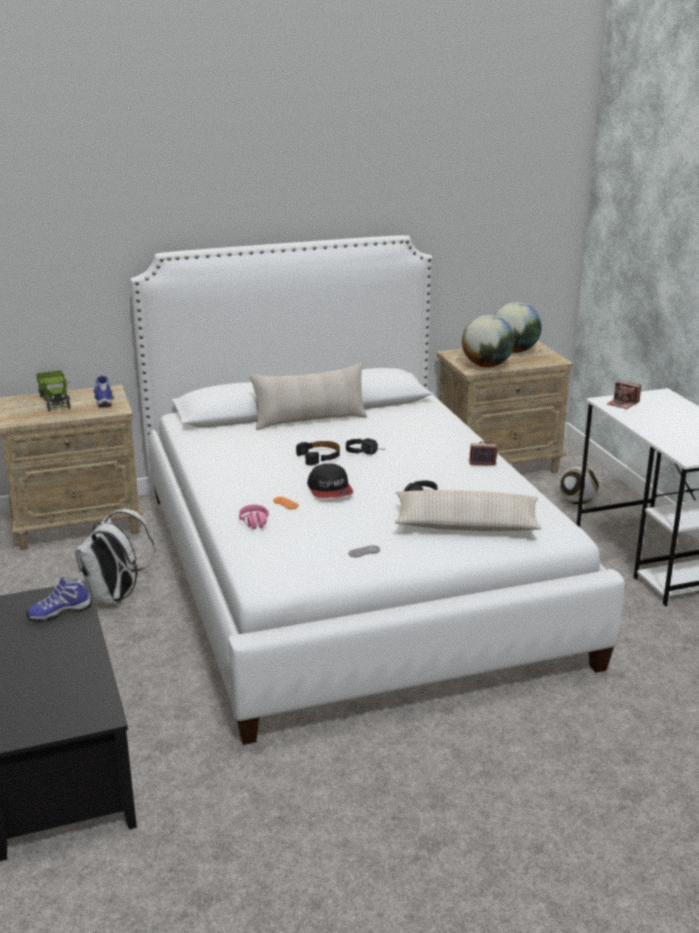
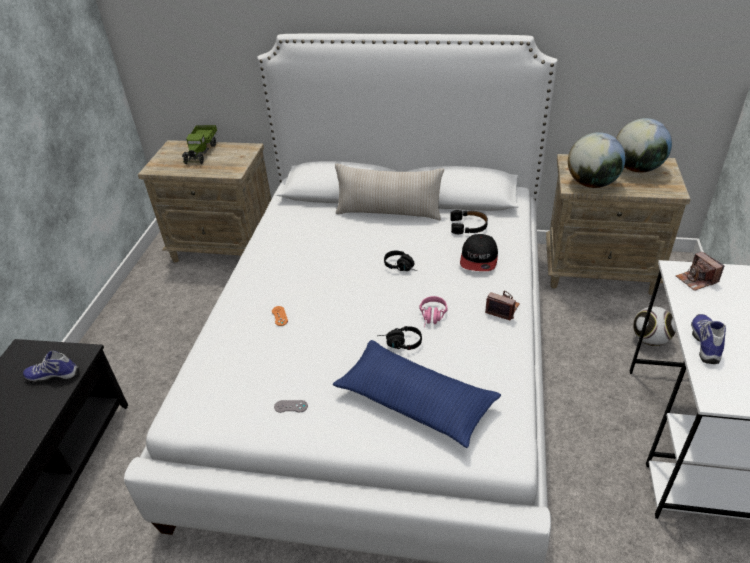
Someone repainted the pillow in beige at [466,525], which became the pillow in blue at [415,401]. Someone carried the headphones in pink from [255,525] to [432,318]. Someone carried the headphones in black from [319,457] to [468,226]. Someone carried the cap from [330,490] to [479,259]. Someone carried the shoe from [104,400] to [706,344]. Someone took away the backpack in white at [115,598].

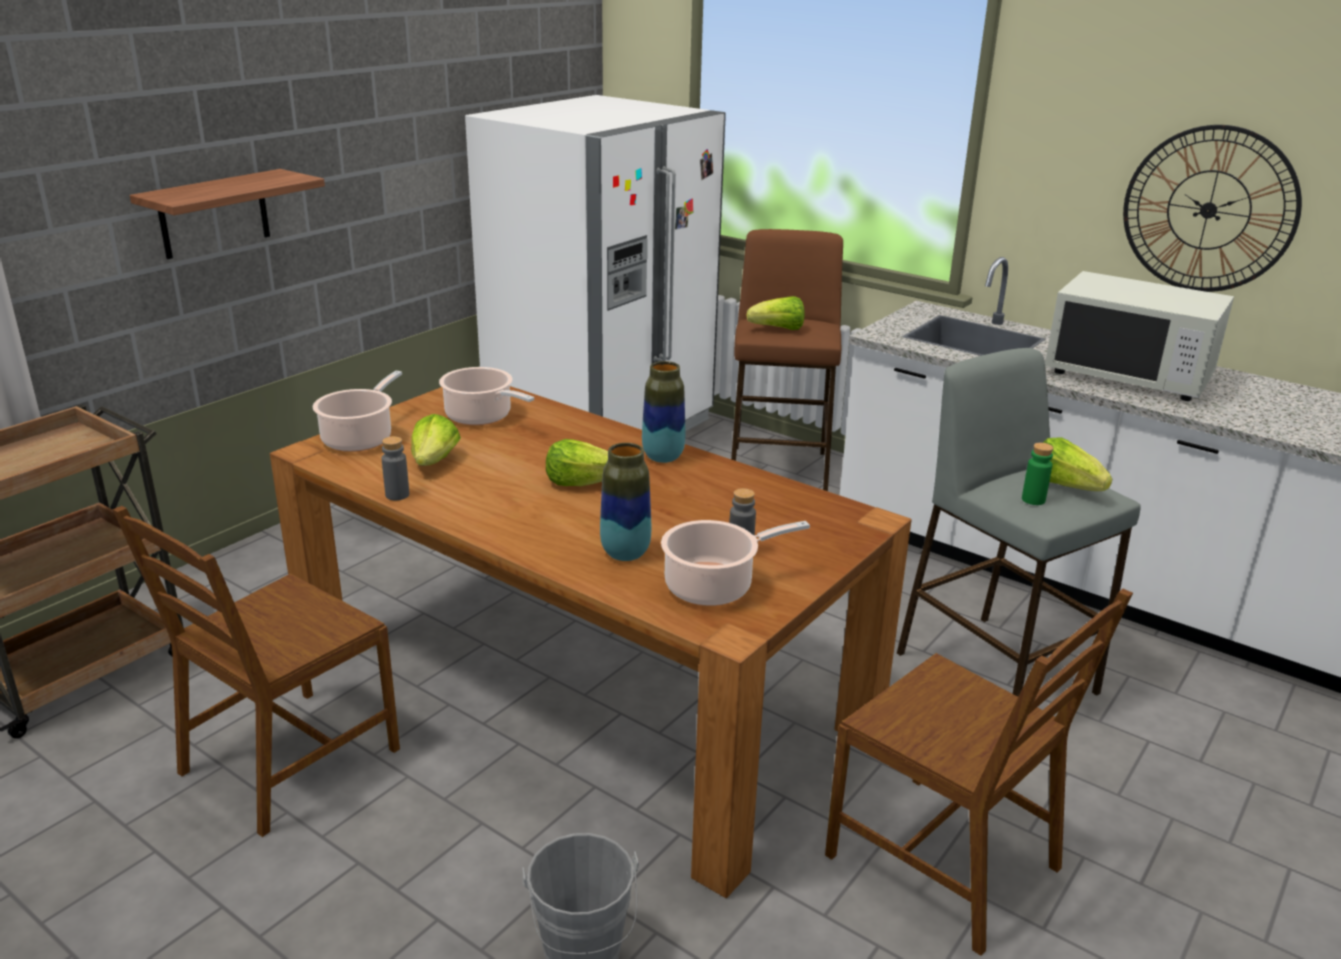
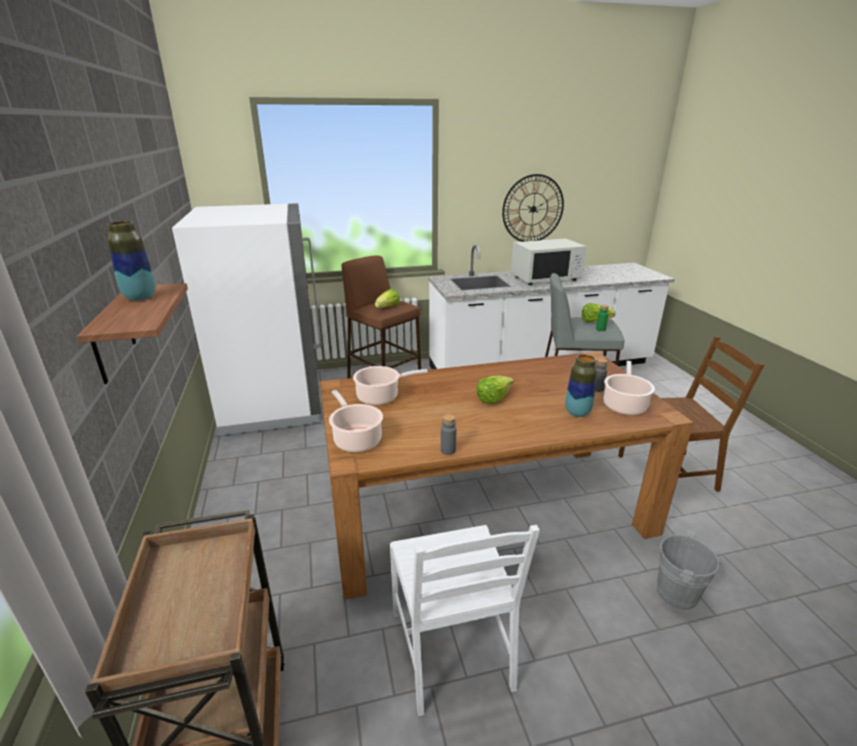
Someone carried the vase from [663,457] to [140,298]. Someone repainted the chair in brown at [288,761], which became the chair in white at [453,649]. Someone took away the lettuce at [434,461].

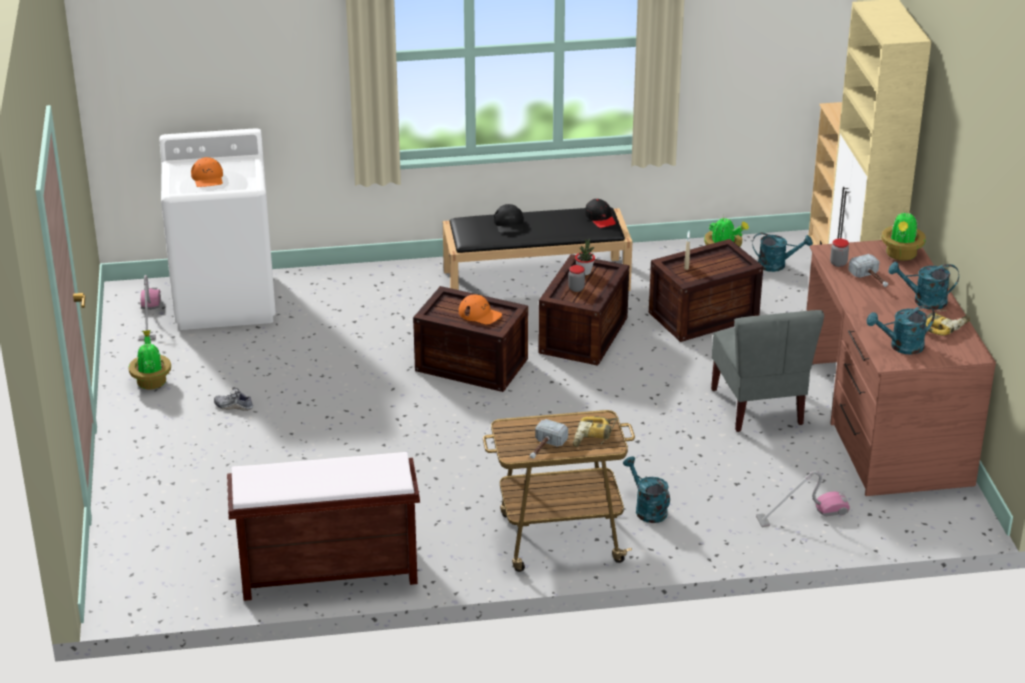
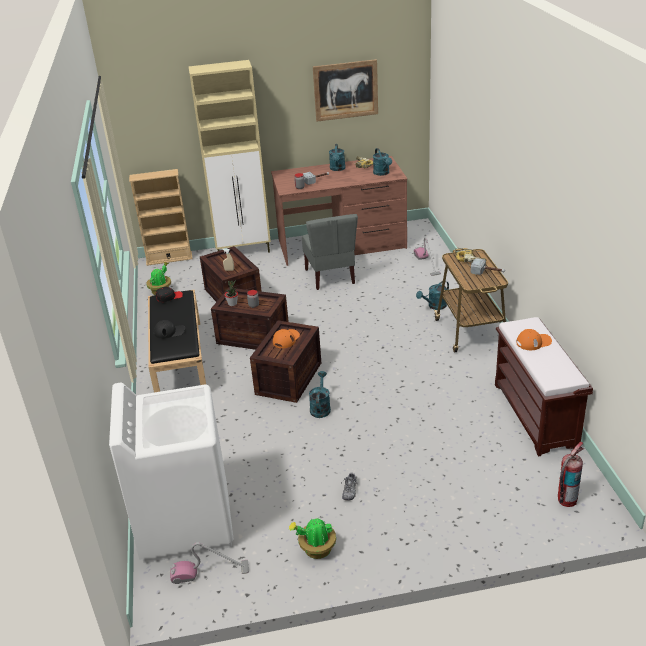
Someone rotated the chair in grey at [759,407] by 90 degrees clockwise. Someone carried the watering can in turquoise from [777,265] to [320,407]. Someone put up the picture at [345,90]. Someone carried the cap in orange from [208,178] to [533,342]. Someone put down the fire extinguisher at [566,500]. Someone took away the potted plant at [901,255].

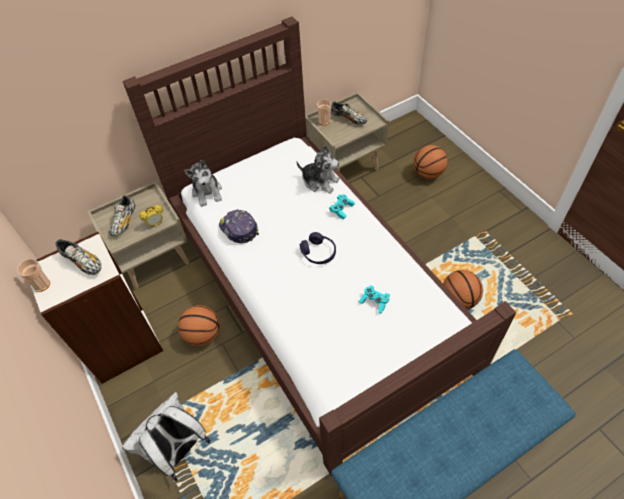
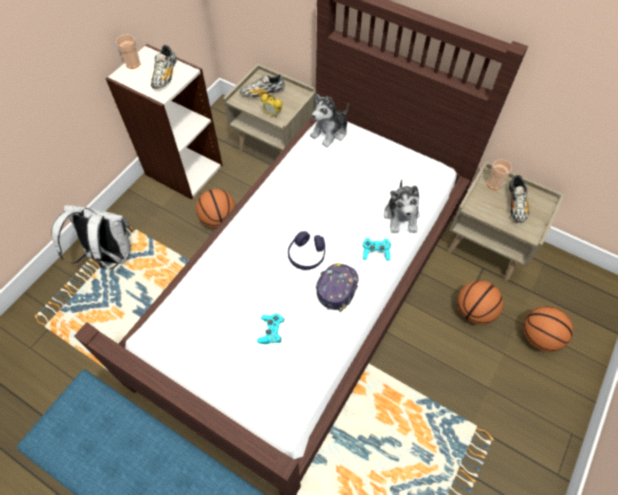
Someone carried the cap from [238,229] to [336,288]. Someone carried the basketball from [459,300] to [474,311].

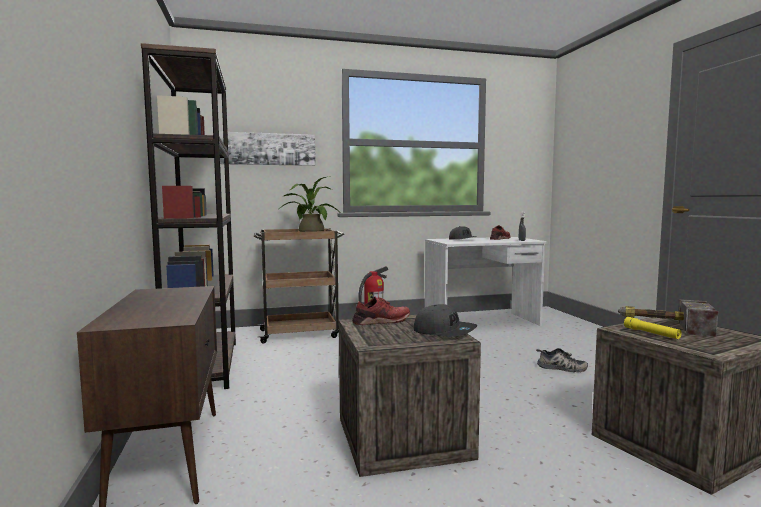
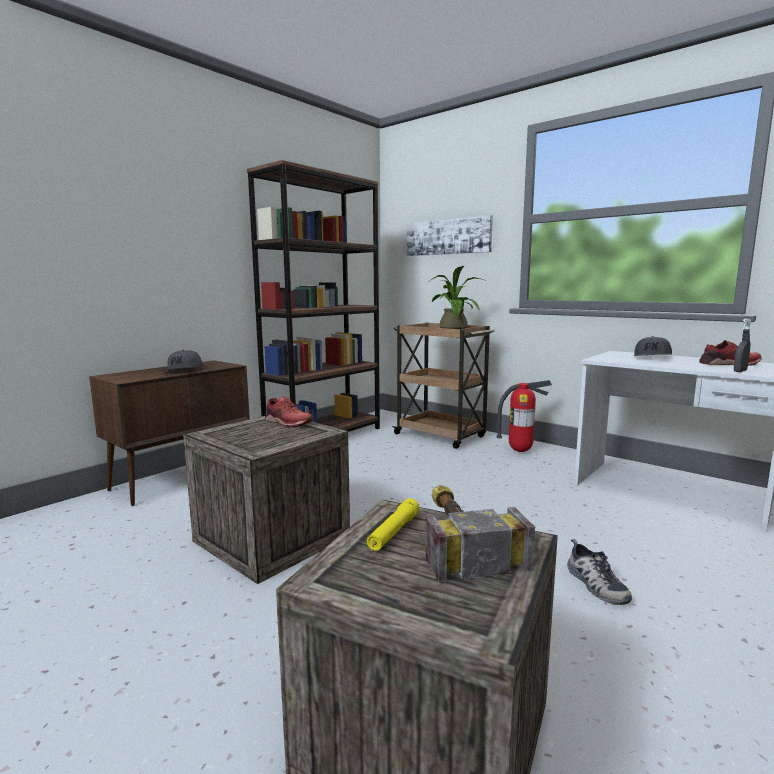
Someone carried the cap in grey from [444,331] to [183,370].

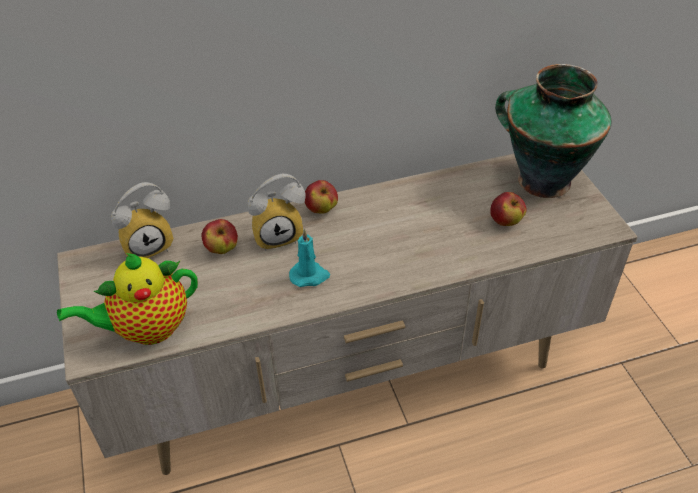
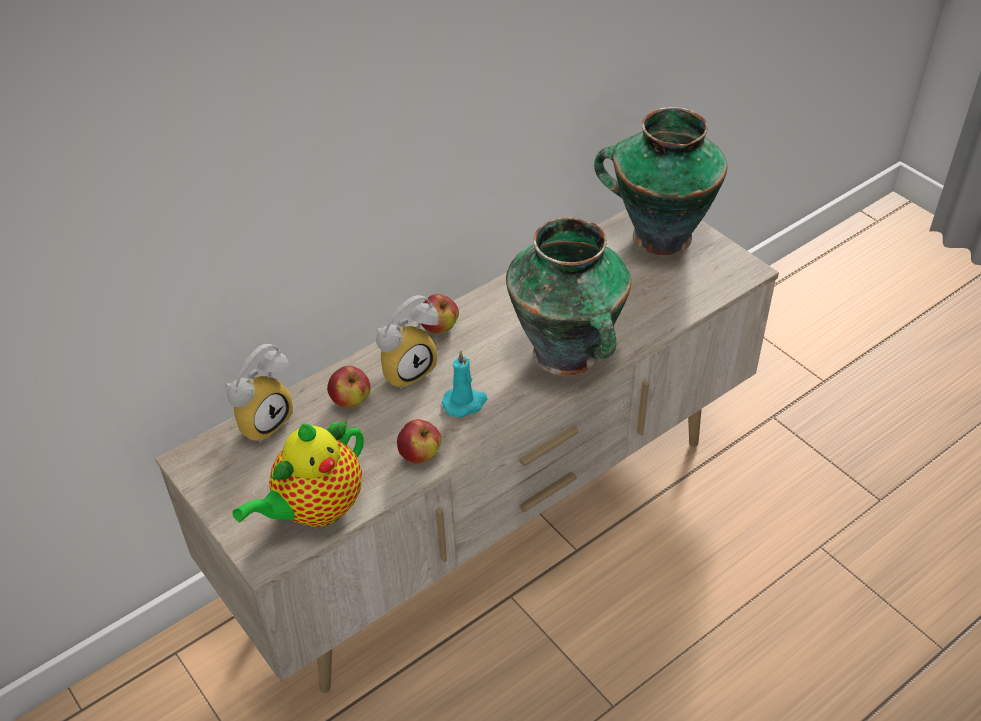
Someone carried the apple from [505,221] to [420,455]. Someone put down the vase at [567,356].

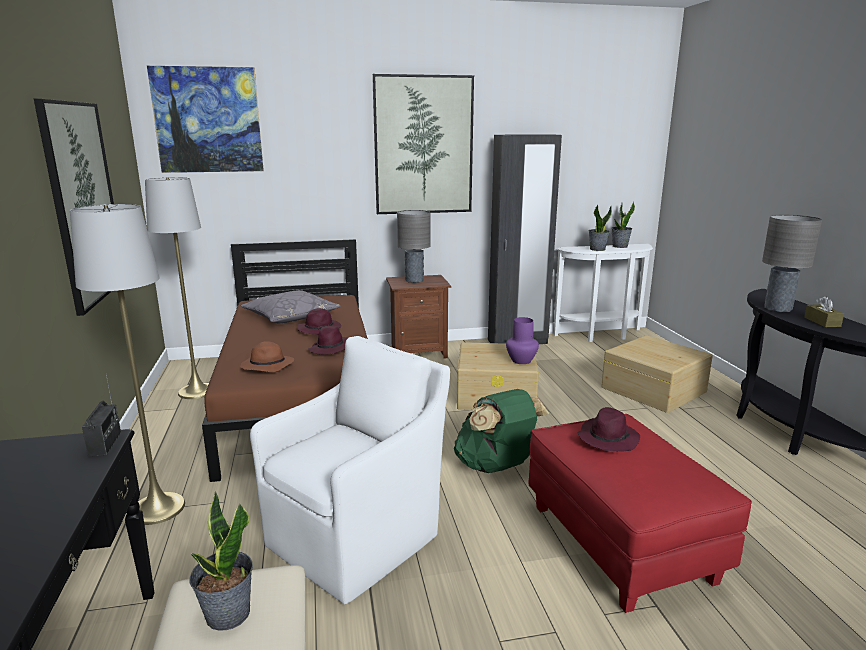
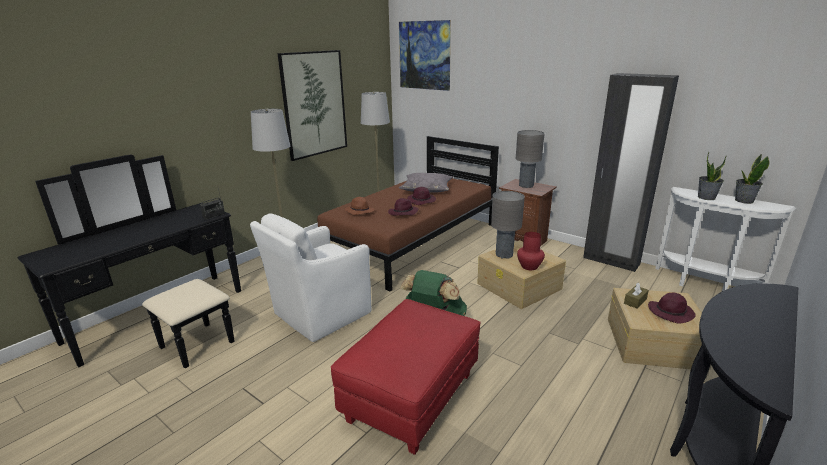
Someone rotated the armchair in white at [357,538] by 135 degrees clockwise. Someone carried the table lamp in grey from [778,309] to [504,255]. Someone repainted the vase in purple at [521,360], which became the vase in red at [530,266]. Someone carried the tissue box in brown from [822,322] to [635,301]. Someone carried the hat in purple from [607,438] to [671,312]. Someone took away the potted plant at [227,614]. Someone took away the picture at [423,146].

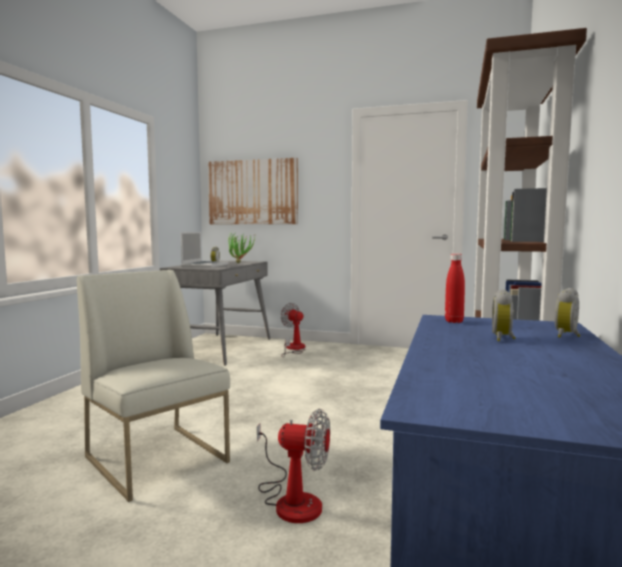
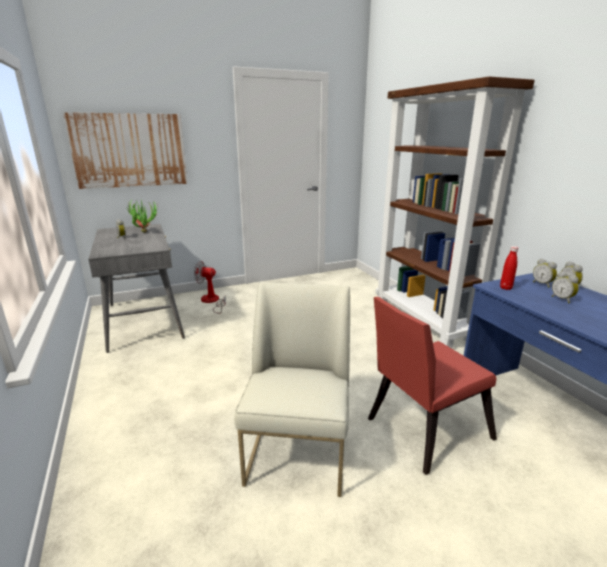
Someone rotated the chair in white at [158,459] by 90 degrees clockwise. Someone swapped the fan at [291,499] for the chair in red at [422,430]. Someone put down the alarm clock at [542,284]. Someone took away the laptop at [205,265].

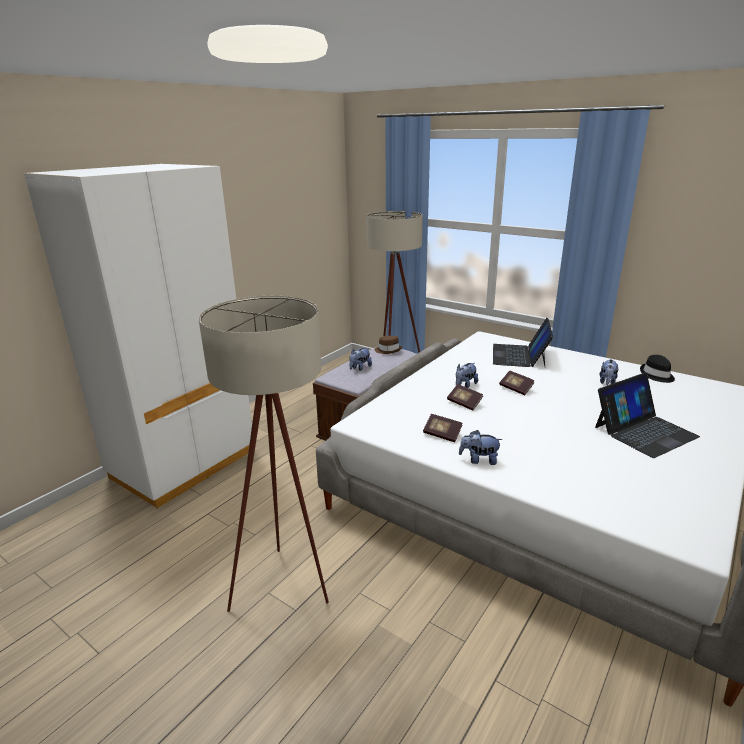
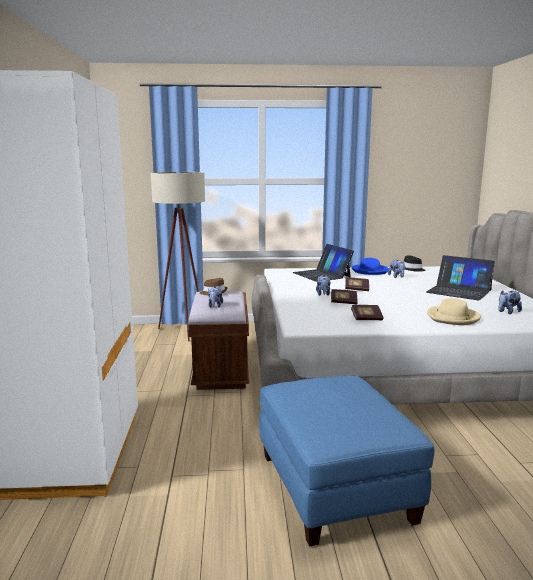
Someone swapped the floor lamp in beige at [288,590] for the ottoman in blue at [333,487]. Someone put down the hat in blue at [370,271]. Someone rotated the laptop at [644,431] by 105 degrees clockwise. Someone put down the hat in beige at [453,318]. Someone carried the plush toy from [479,460] to [507,312].

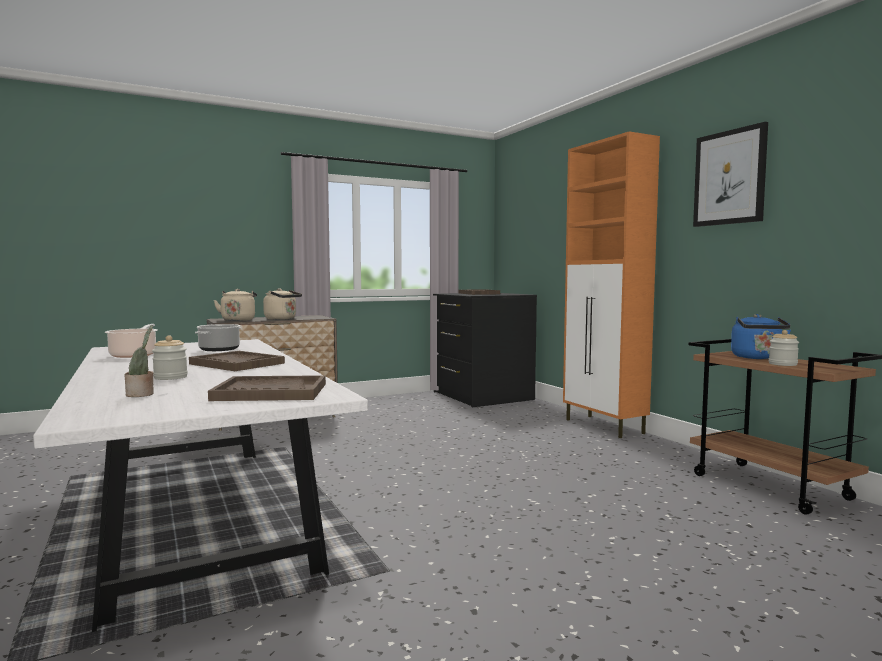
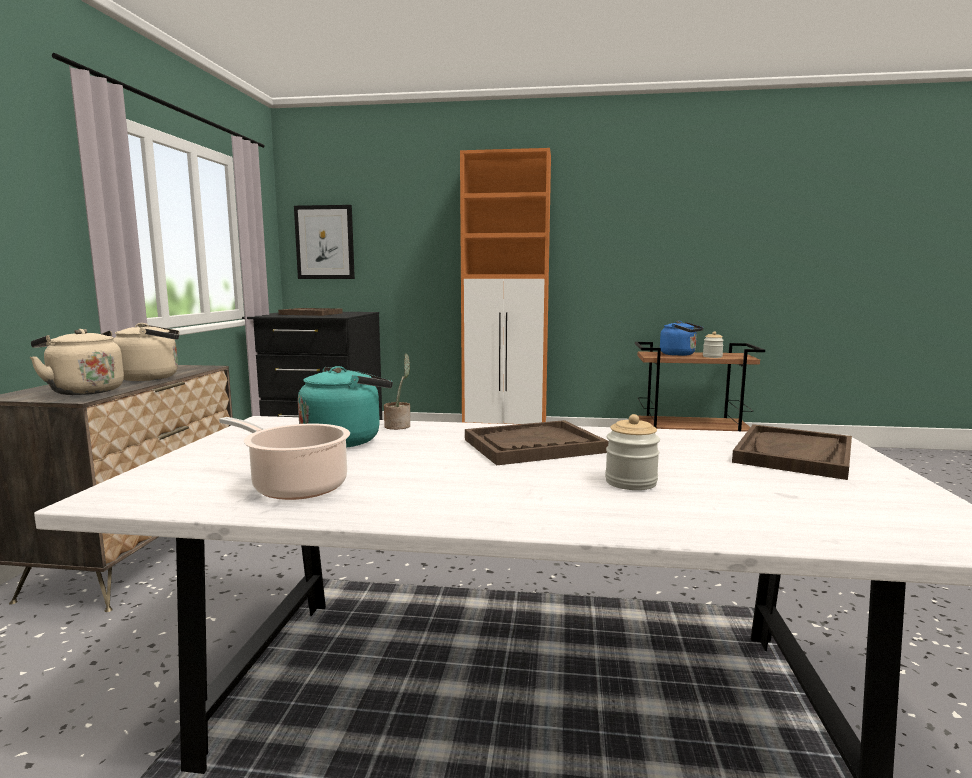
Someone carried the picture from [729,177] to [325,242]. Someone swapped the cooking pot at [219,349] for the kettle in turquoise at [346,440]. Someone carried the potted plant from [141,394] to [399,426].

